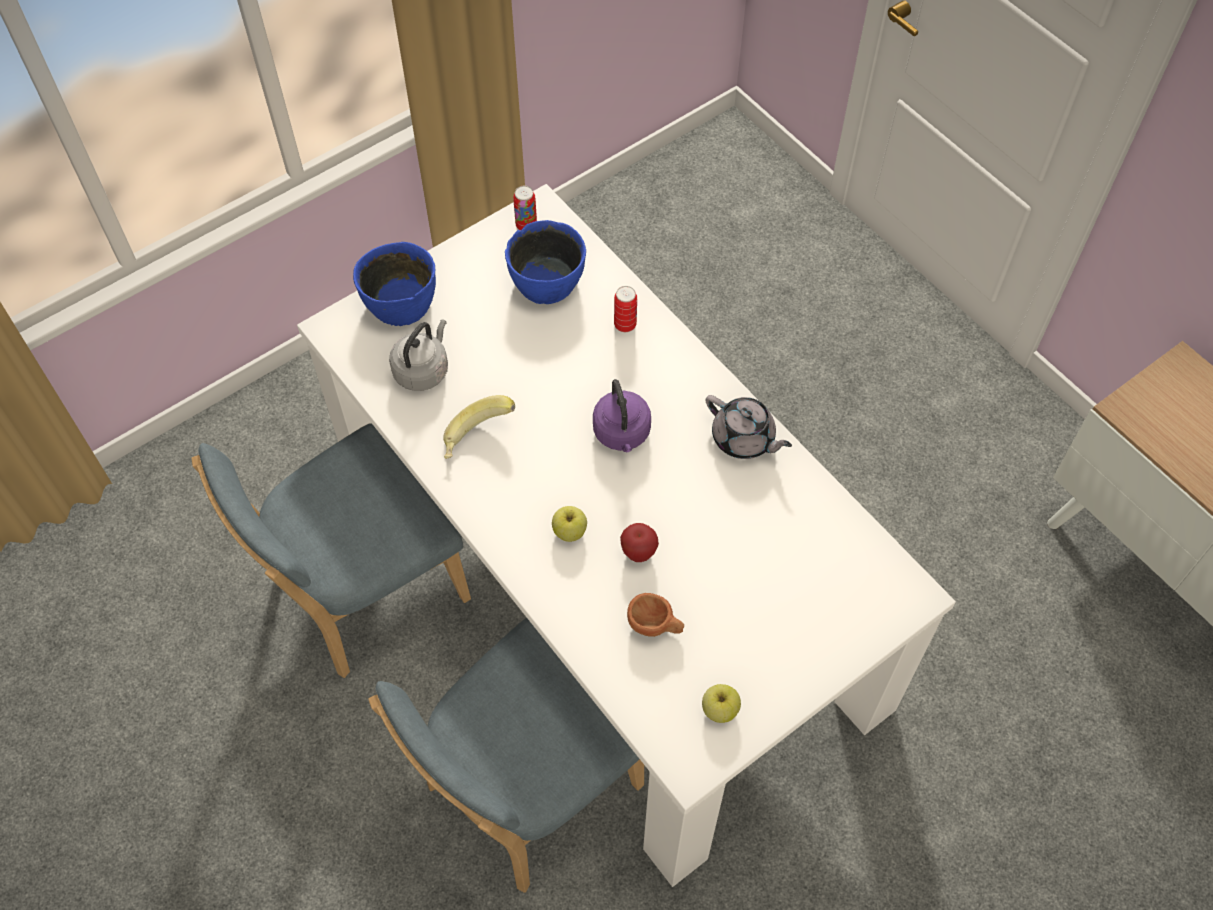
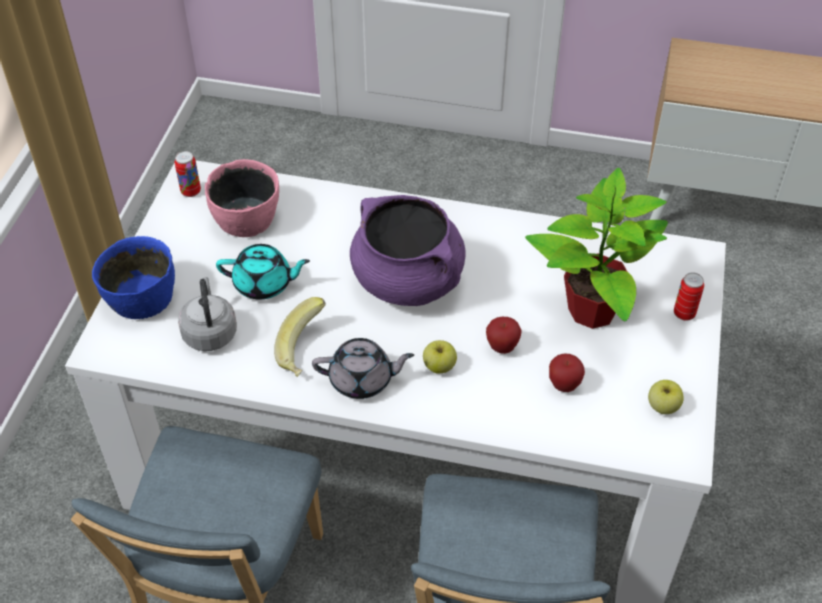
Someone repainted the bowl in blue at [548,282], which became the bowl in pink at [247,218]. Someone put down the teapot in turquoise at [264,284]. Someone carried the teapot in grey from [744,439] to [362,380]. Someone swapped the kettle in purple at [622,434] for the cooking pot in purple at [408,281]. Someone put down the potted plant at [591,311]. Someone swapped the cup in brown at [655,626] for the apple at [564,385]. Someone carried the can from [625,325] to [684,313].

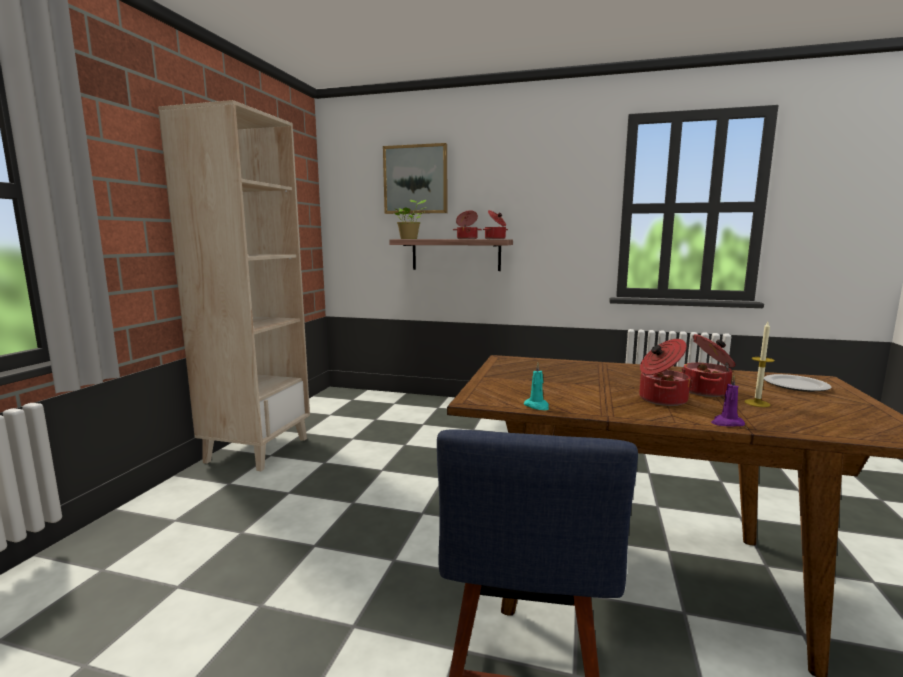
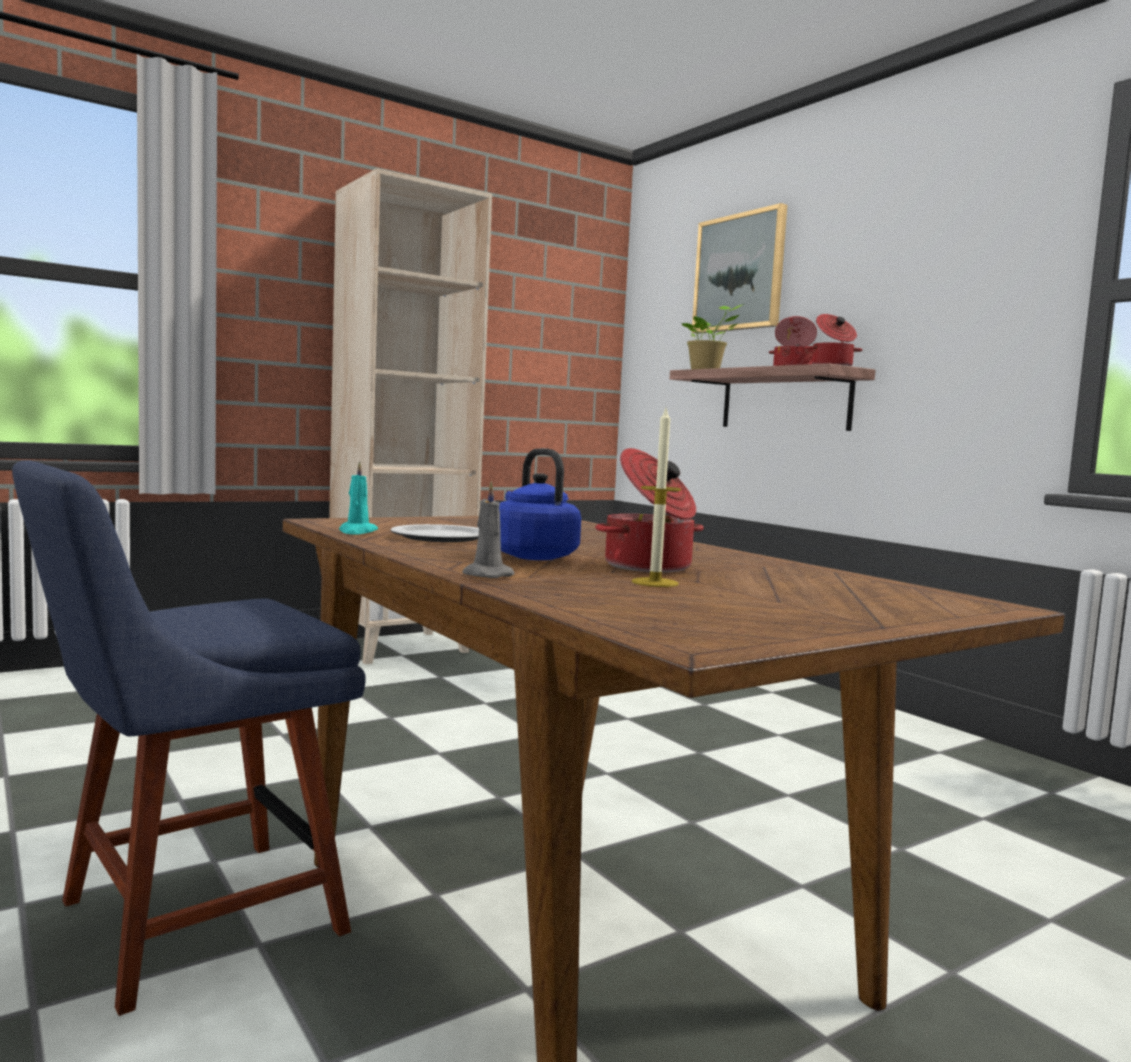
Someone carried the plate from [794,385] to [439,537]. Someone repainted the candle in purple at [726,423], which became the candle in grey at [485,575]. Someone swapped the cooking pot at [661,399] for the kettle in blue at [532,556].

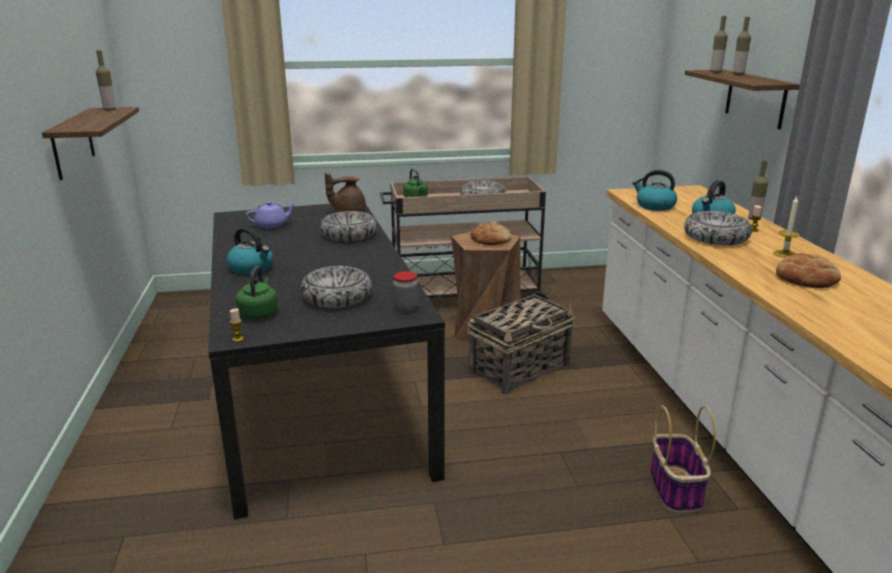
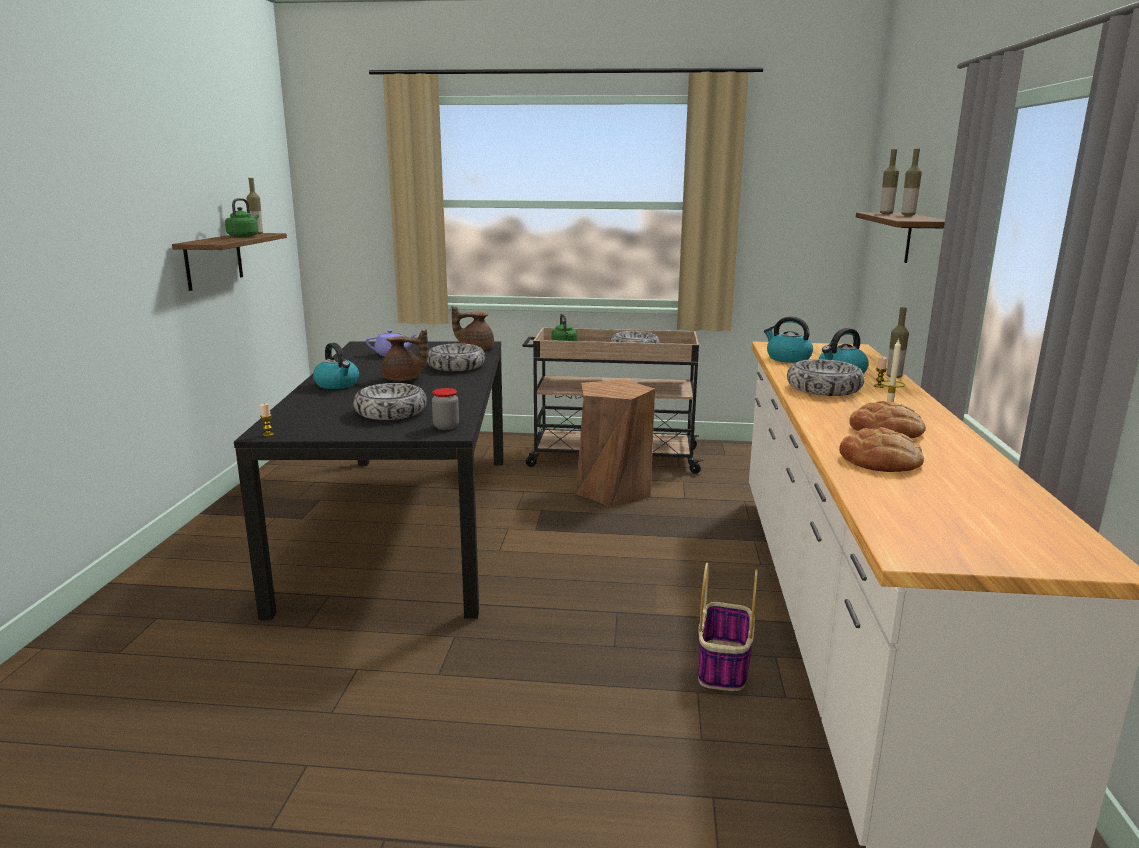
Someone carried the kettle in green from [259,313] to [244,236]. Someone put down the teapot in brown at [404,379]. Someone carried the bread from [491,239] to [880,460]. Someone took away the basket at [520,368].

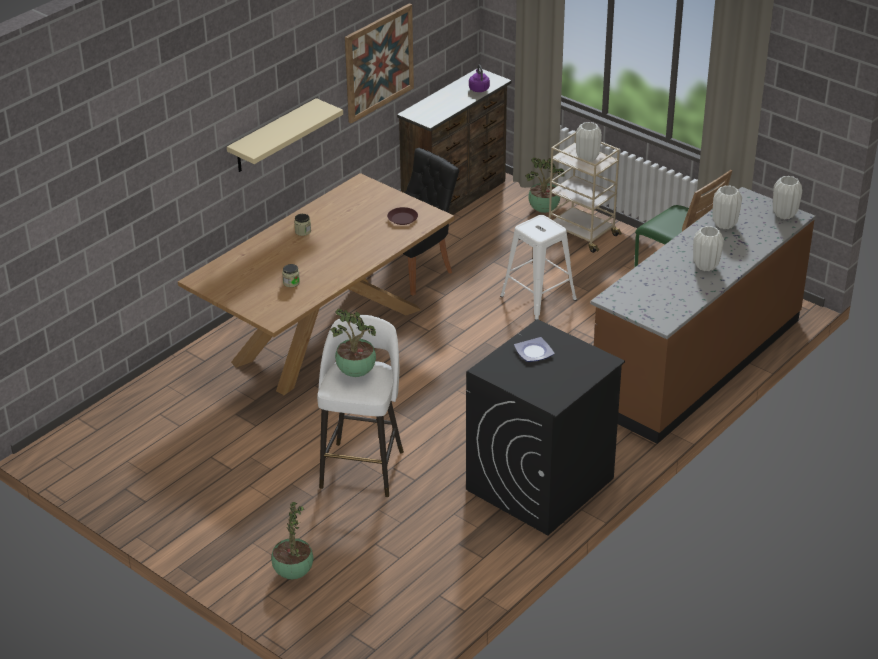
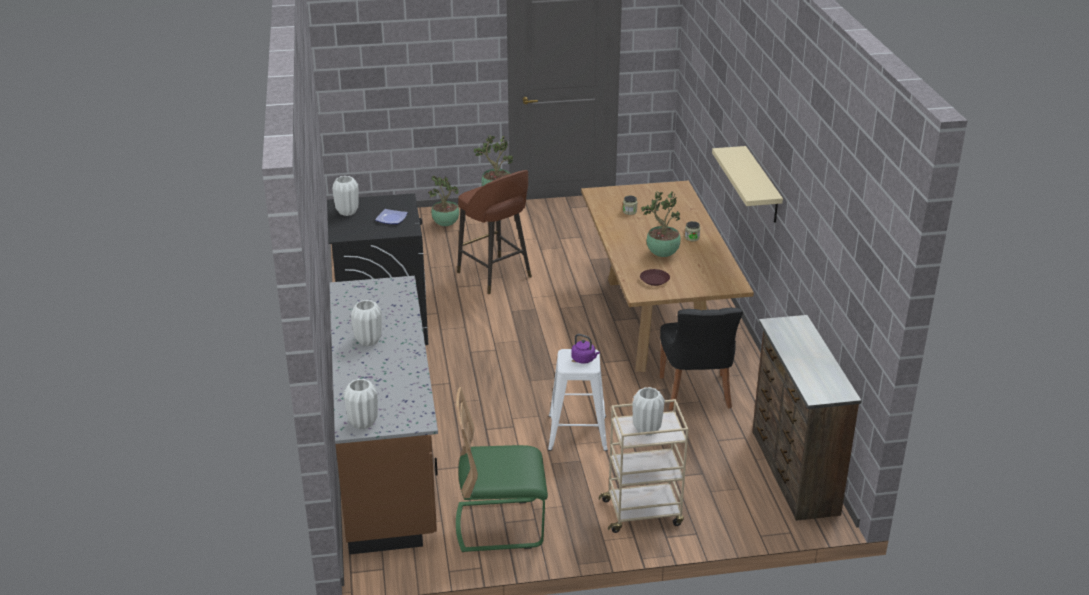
Someone carried the vase in white from [724,224] to [347,212]. Someone repainted the stool in white at [363,467], which became the stool in brown at [495,276]. Someone carried the kettle in purple from [478,88] to [584,359]. Someone carried the potted plant from [544,210] to [661,255]. Someone took away the picture at [379,62].

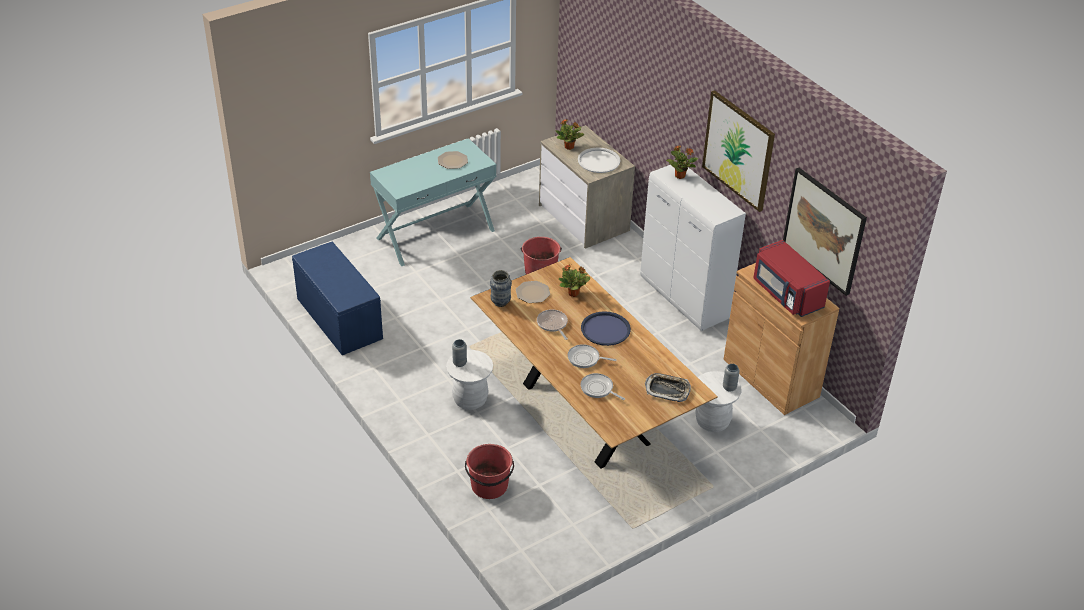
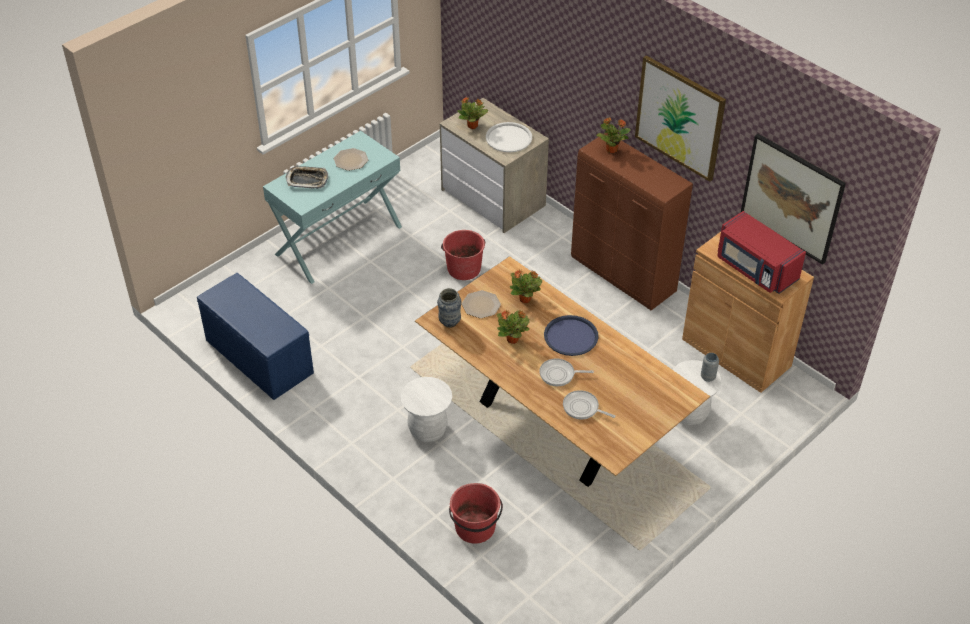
Someone carried the tray from [667,390] to [307,180]. Someone swapped the frying pan at [552,324] for the potted plant at [513,339]. Someone repainted the cabinet in white at [684,299], which became the cabinet in brown at [623,276]. Someone took away the vase in grey at [459,363].

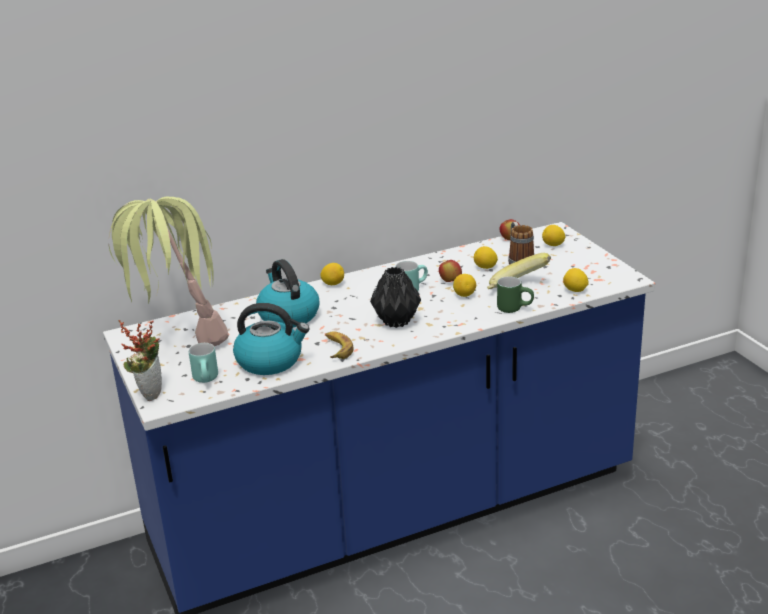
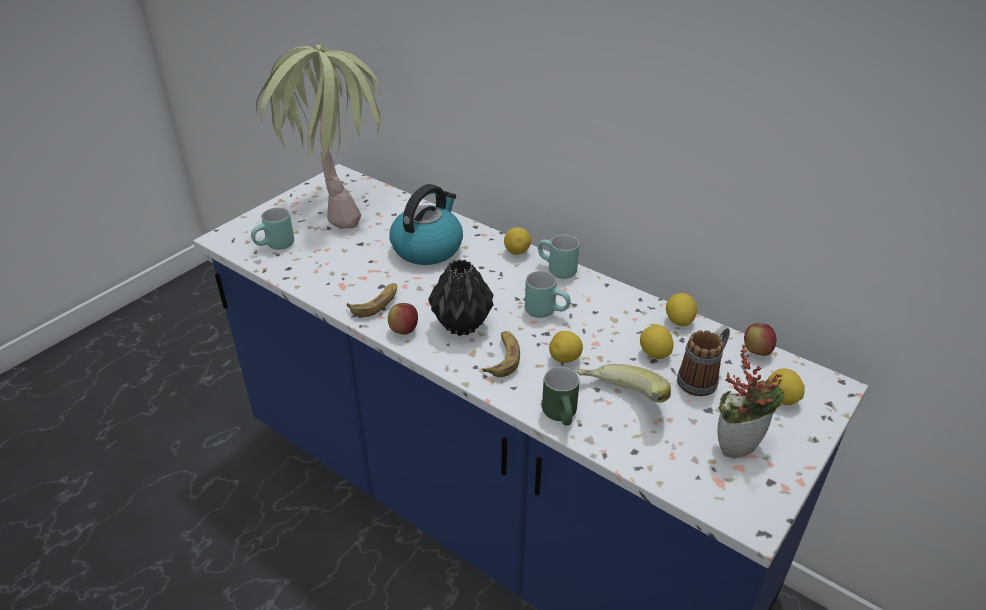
Someone carried the apple from [450,281] to [404,330]. Someone put down the banana at [502,358]. Someone put down the mug in turquoise at [555,270]. Someone carried the lemon from [575,290] to [679,321]. Someone carried the potted plant from [149,392] to [737,444]. Someone took away the kettle at [270,361].

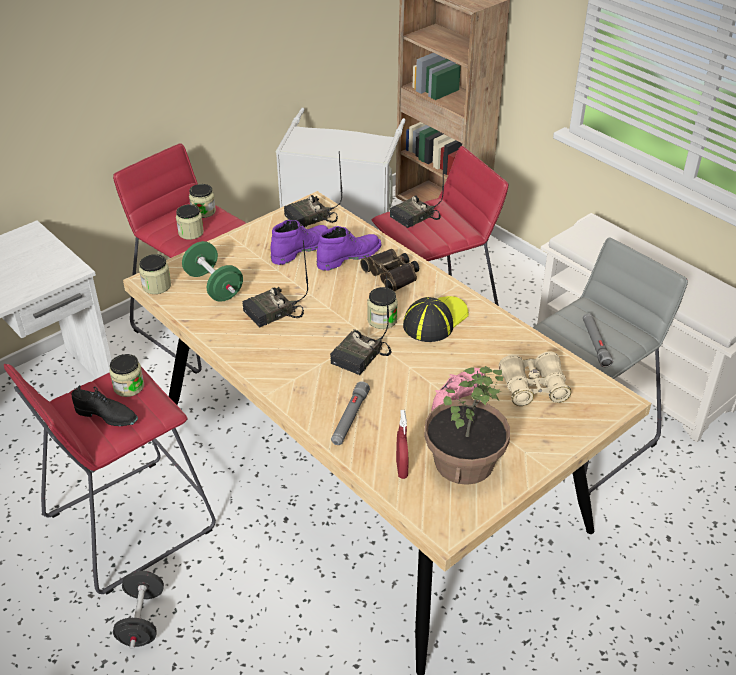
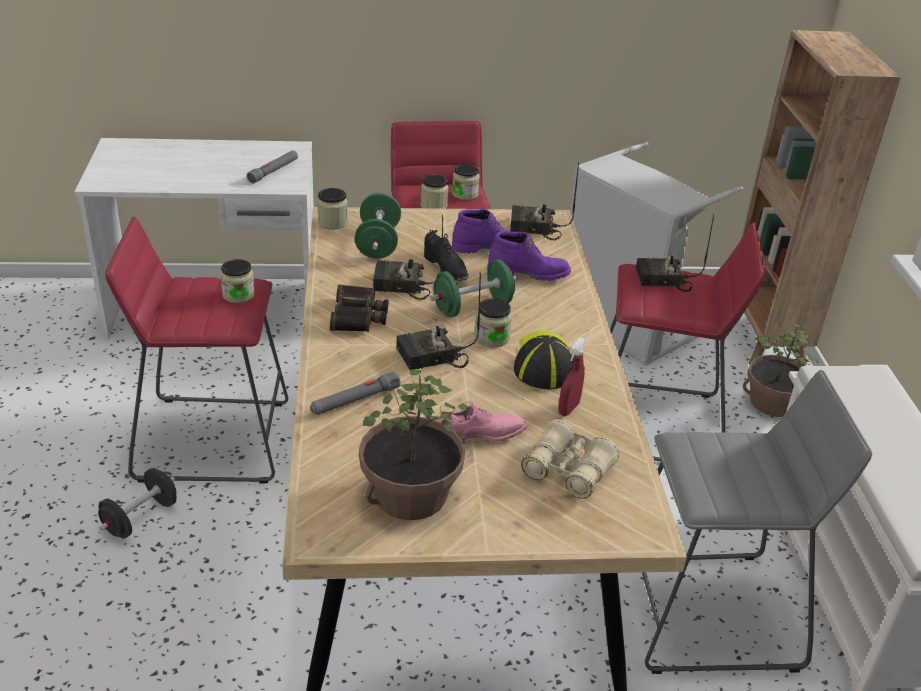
Someone carried the flashlight in grey from [595,343] to [274,171]. Someone carried the binoculars from [392,274] to [359,316]. Someone carried the shoe in black from [107,416] to [446,269]. Someone put down the dumbbell in green at [472,307]. Someone rotated the cap at [435,320] by 75 degrees counterclockwise. Someone carried the spray bottle in red from [401,469] to [568,409]. Someone put down the potted plant at [773,402].

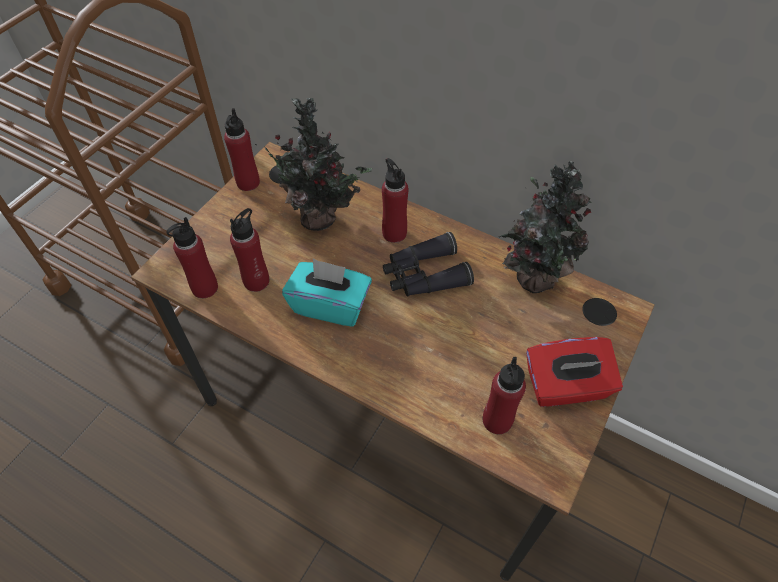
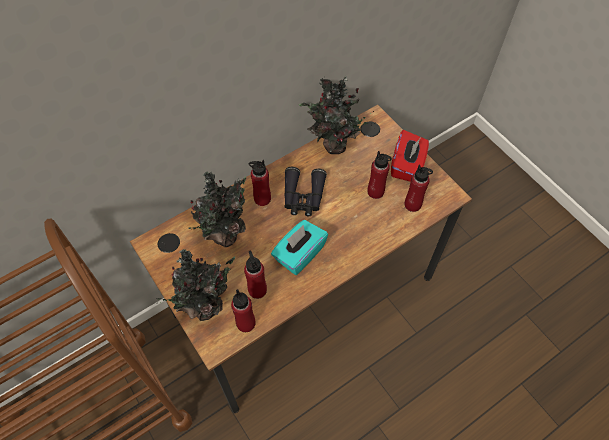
Someone put down the potted plant at [206,305]. Someone carried the bottle in red from [248,182] to [375,191].

